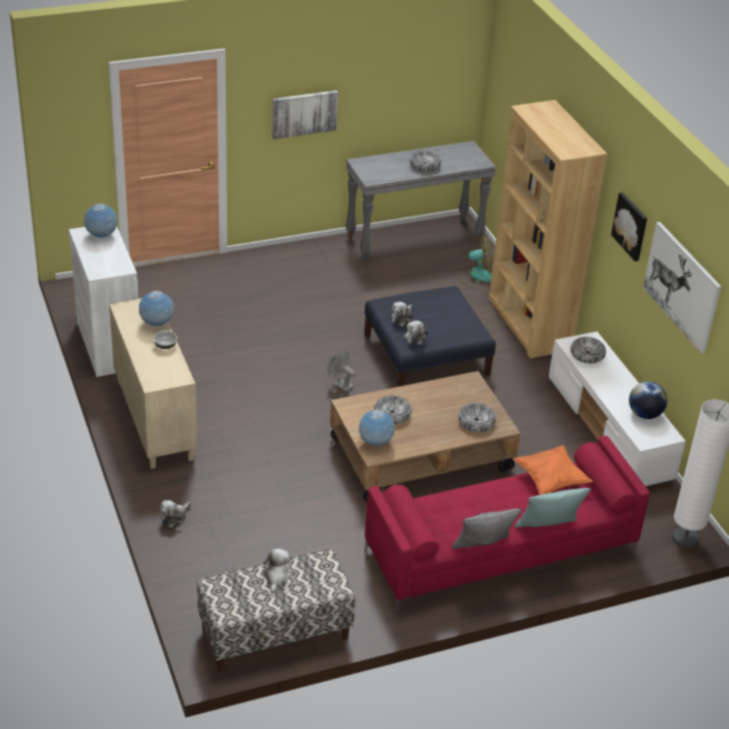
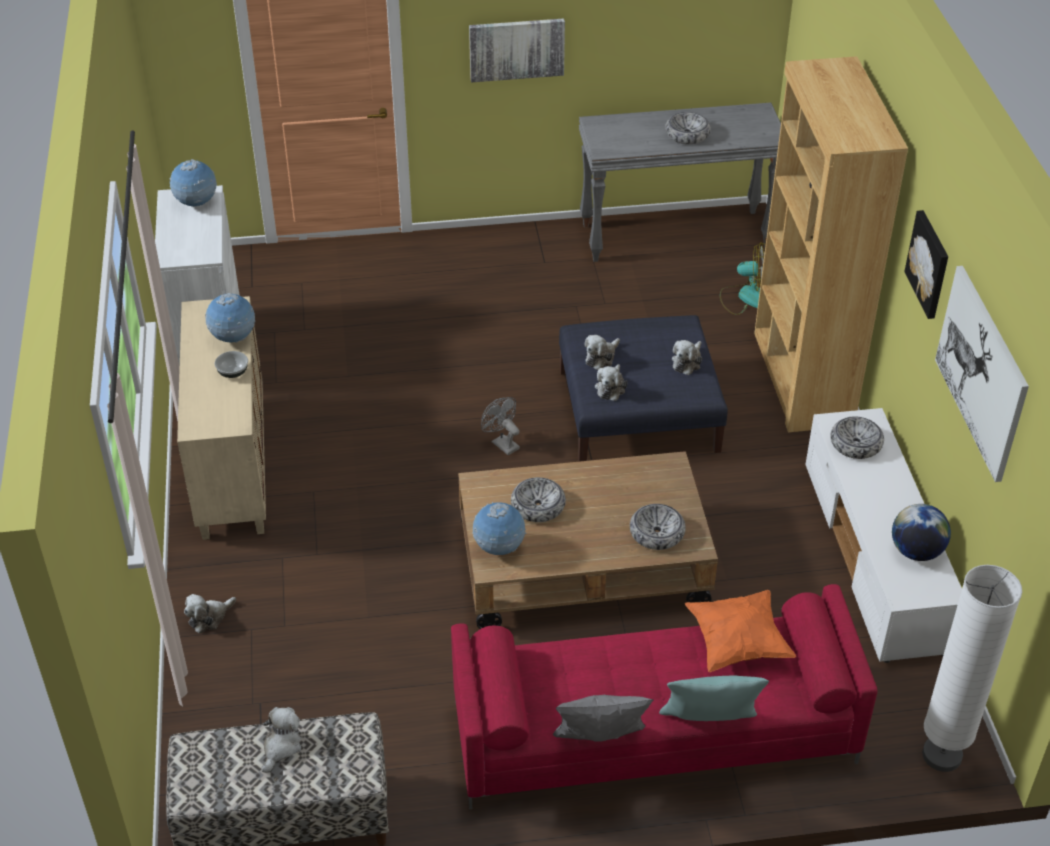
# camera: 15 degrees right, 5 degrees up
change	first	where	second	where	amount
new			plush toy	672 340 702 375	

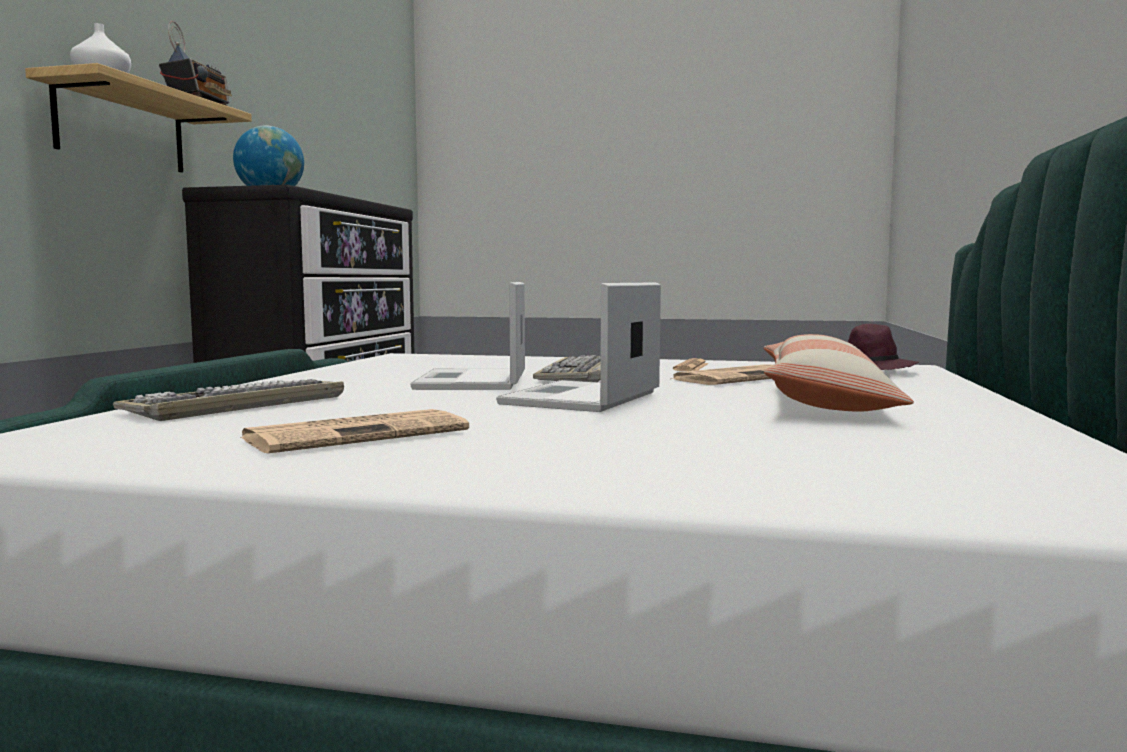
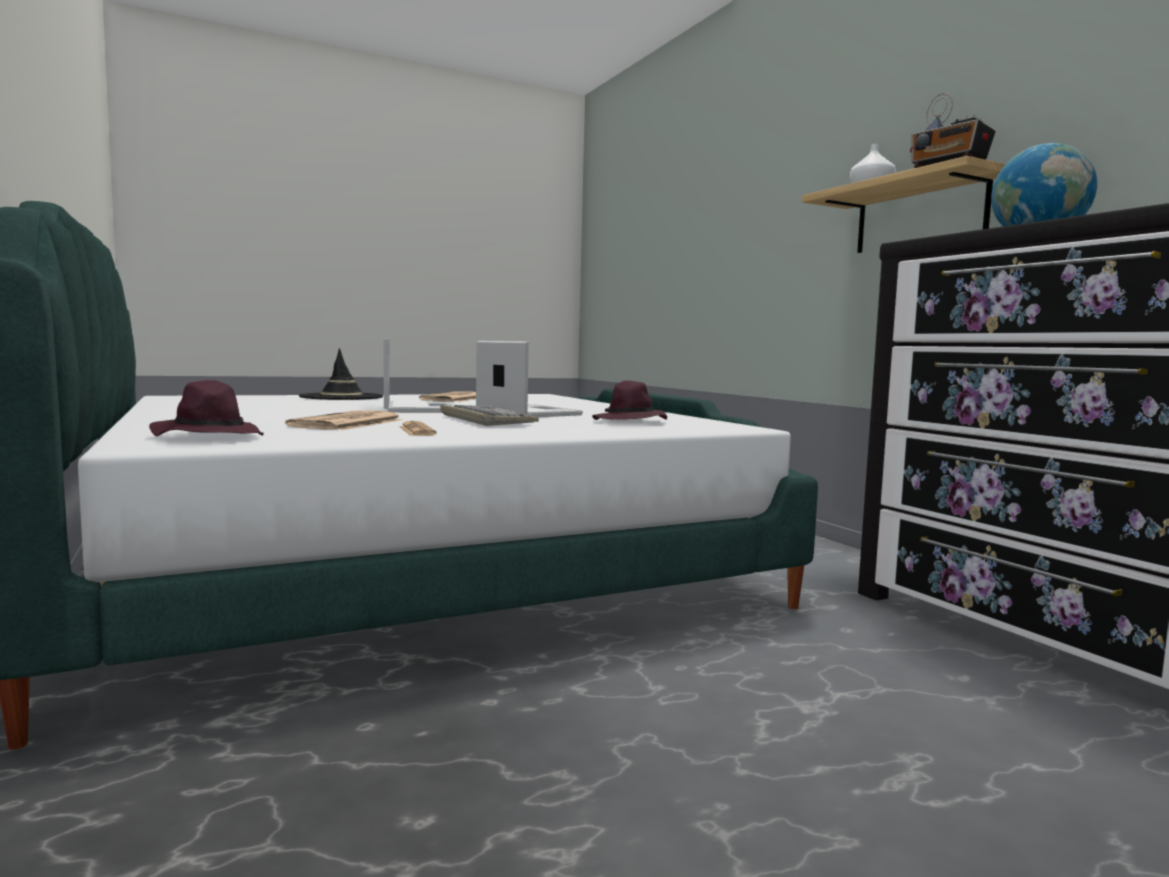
# camera: 140 degrees right, 0 degrees up
change	first	where	second	where	amount
new			hat (black)	299 348 383 400	
new			hat (purple)	592 380 667 420	
gone	keyboard	113 379 344 421			
gone	pillow	764 334 914 412			

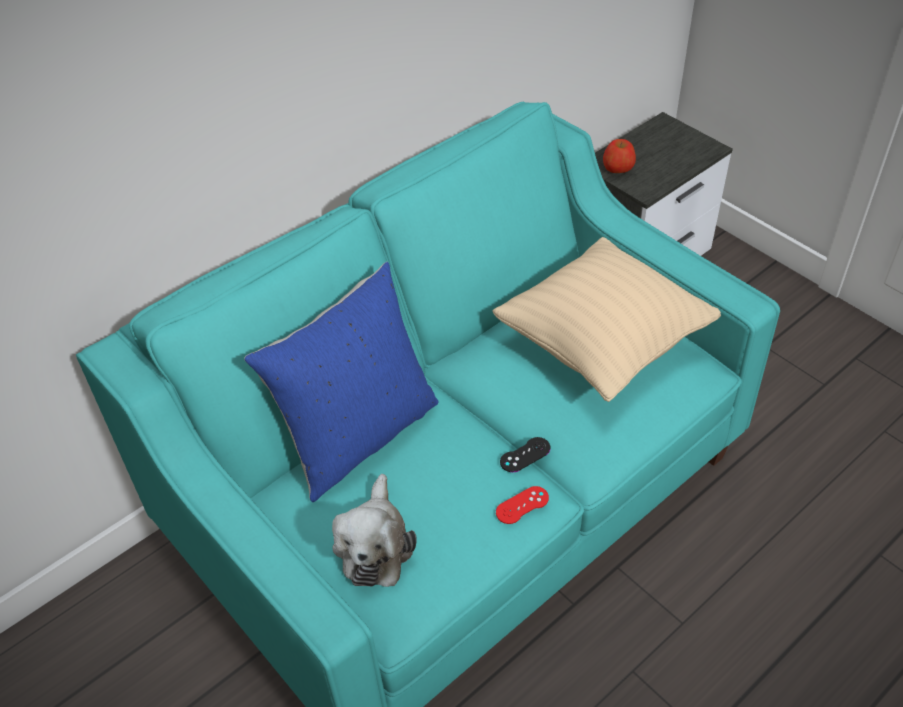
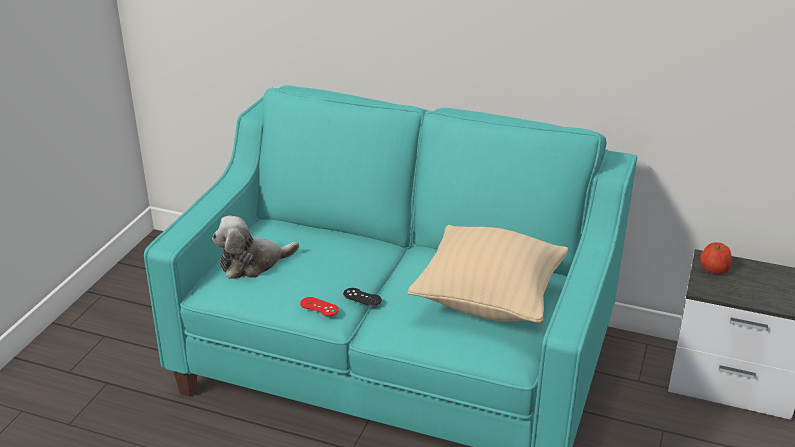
# camera: 60 degrees right, 15 degrees down
change	first	where	second	where	amount
gone	pillow (blue)	244 262 438 502			

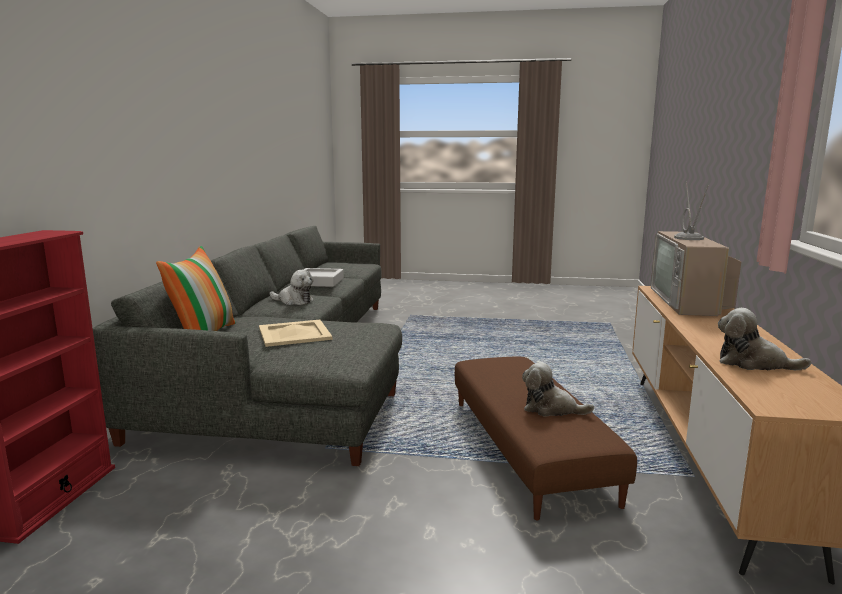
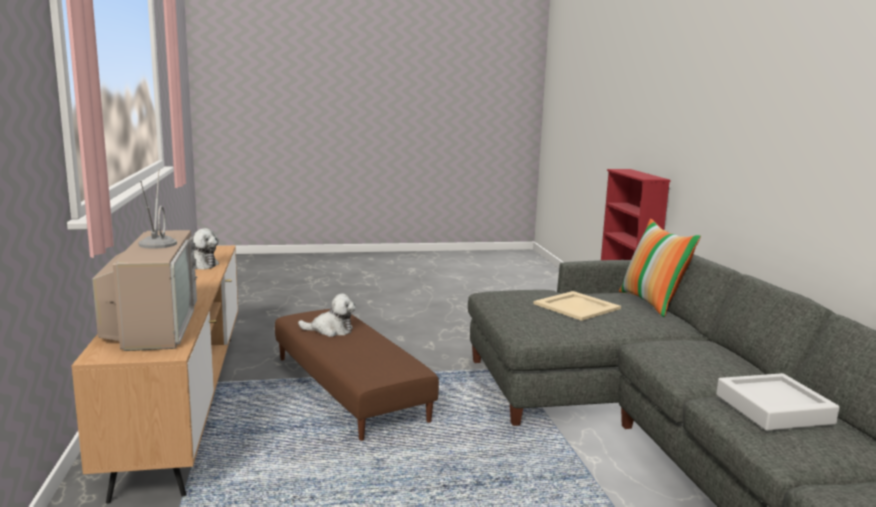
# camera: 160 degrees right, 0 degrees up
change	first	where	second	where	amount
gone	plush toy	270 270 314 305			

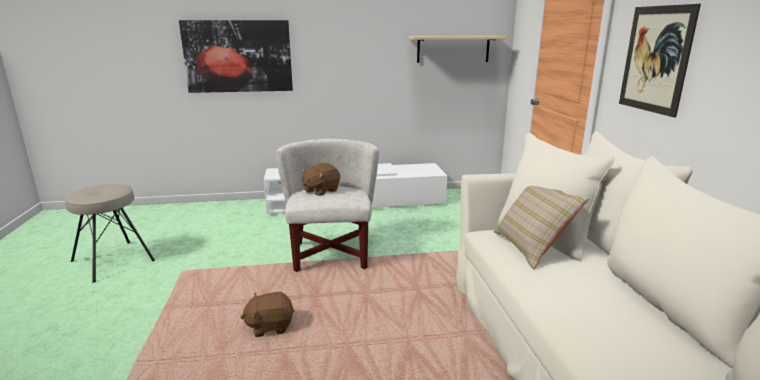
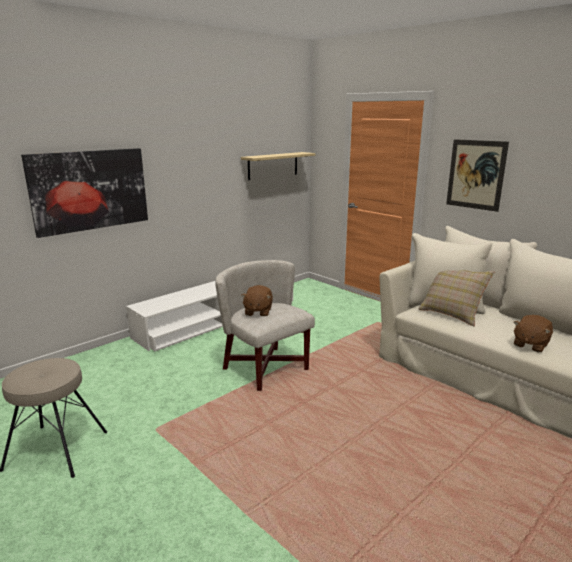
# camera: 35 degrees left, 0 degrees up
change	first	where	second	where	amount
shifted	plush toy (brown)	240 292 294 337		513 315 553 352	

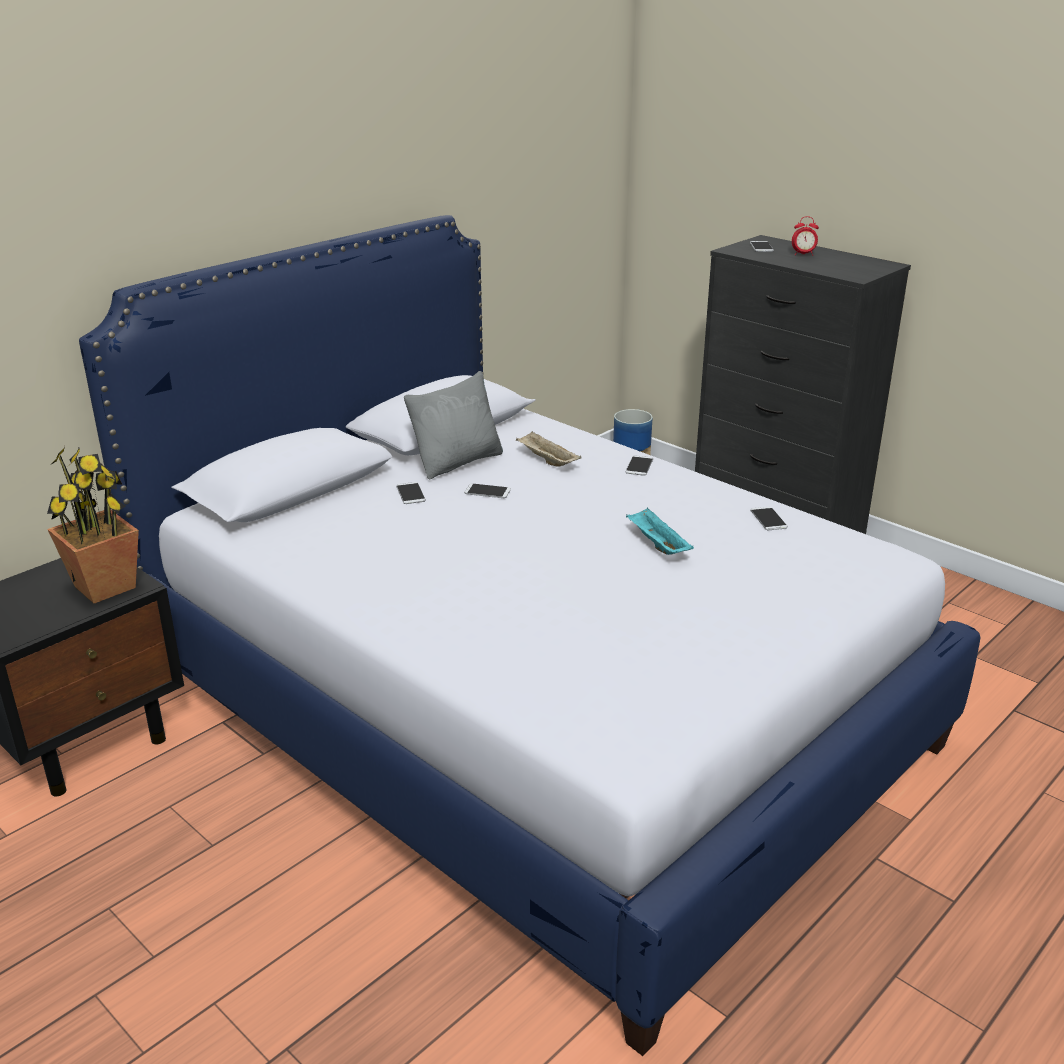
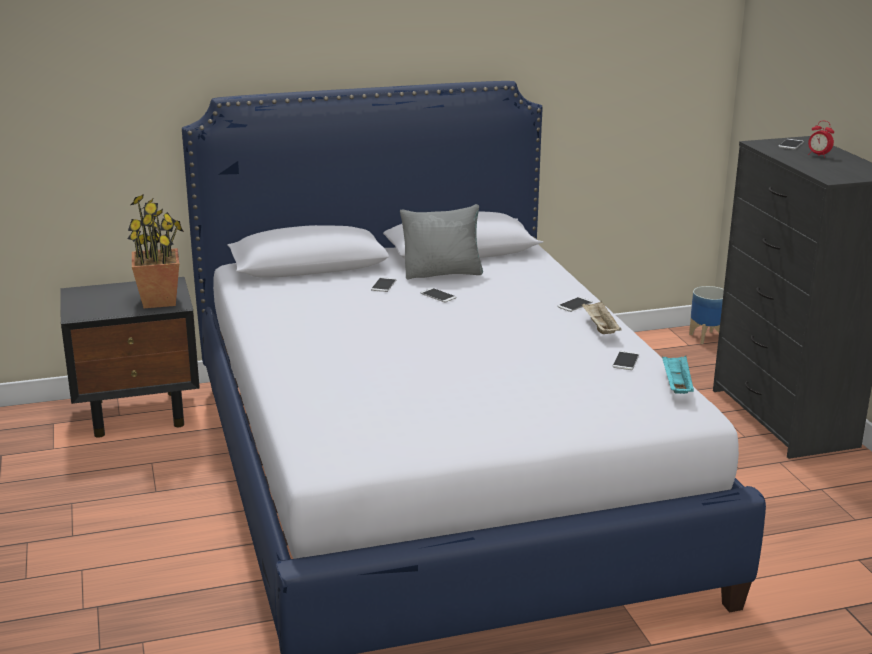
# camera: 30 degrees right, 5 degrees down
change	first	where	second	where	amount
shifted	tray (beige)	516 431 582 467		582 301 621 334	
shifted	tray (turquoise)	626 508 694 555		662 355 694 394	

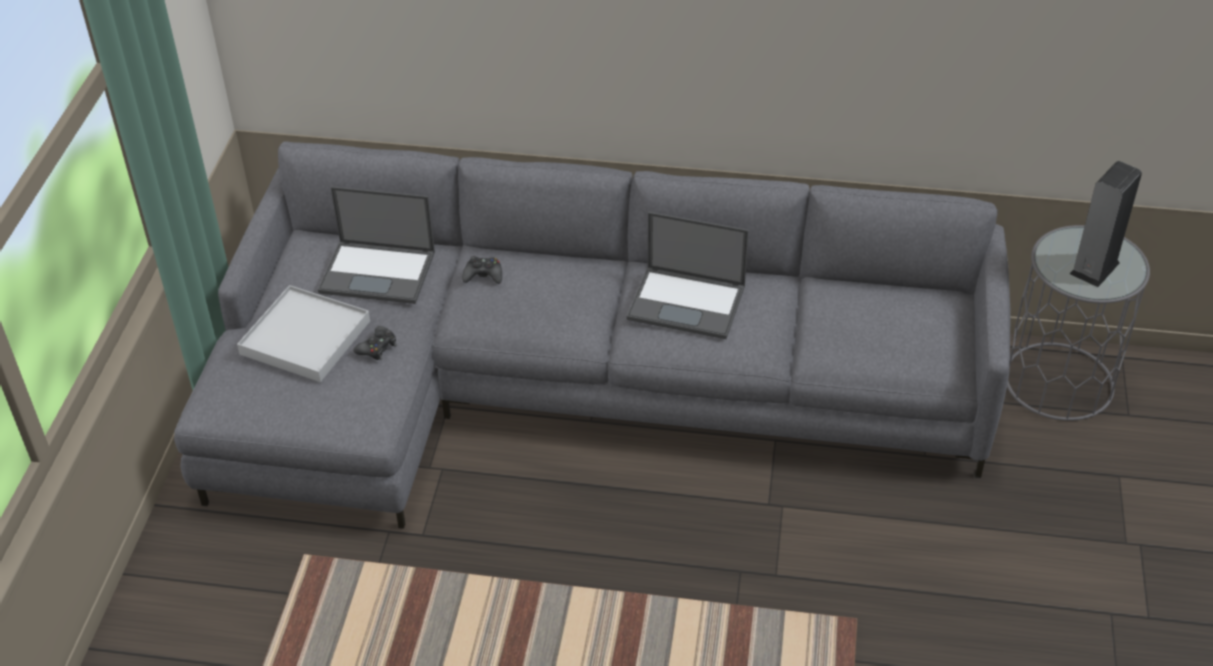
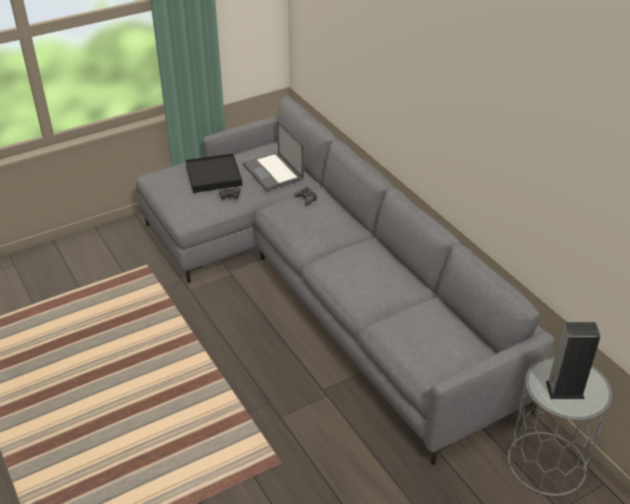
# camera: 50 degrees right, 5 degrees down
change	first	where	second	where	amount
repainted	tray (white)	237 285 370 382	tray (black)	186 153 242 193	
gone	laptop	627 212 748 339			

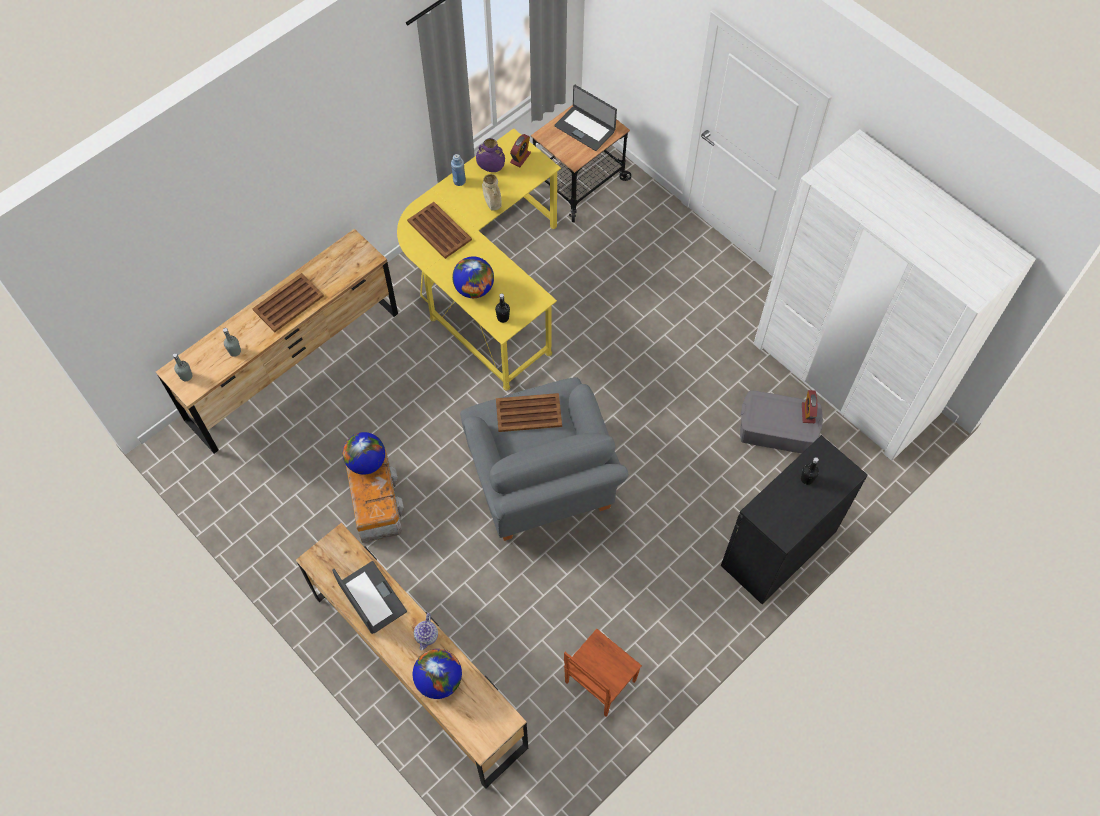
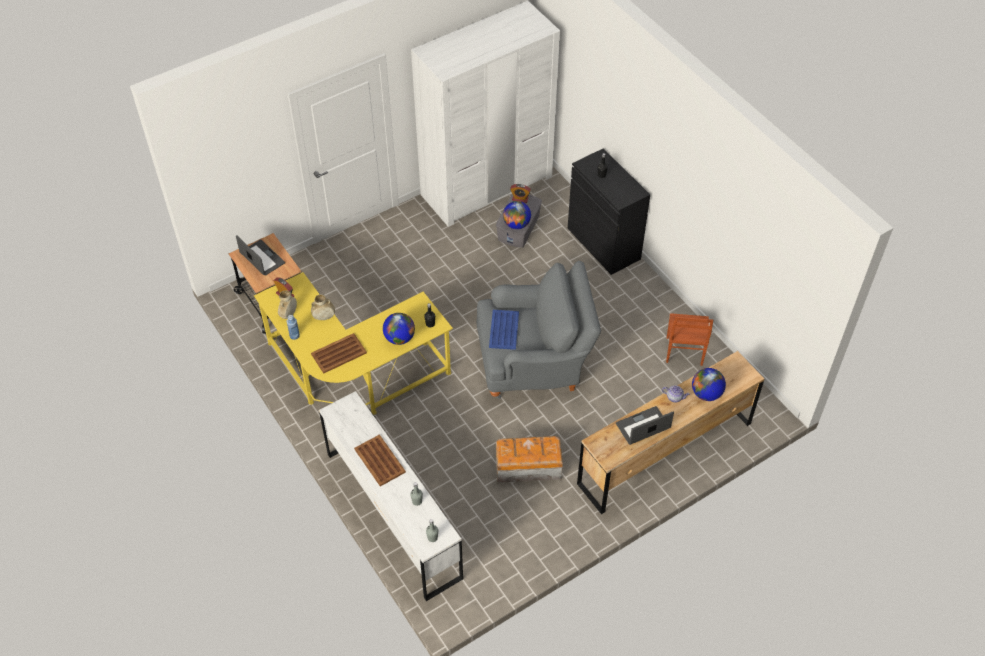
# camera: 80 degrees left, 10 degrees down
change	first	where	second	where	amount
rotated	laptop	554 85 617 151		236 235 285 276	90 degrees counterclockwise
repainted	vase (purple)	476 138 505 172	vase (beige)	278 290 297 319	
repainted	dresser (brown)	156 229 398 454	dresser (white)	319 391 463 601	
repainted	tray (brown)	496 393 562 432	tray (blue)	489 310 519 350	
shifted	globe	342 432 385 475		503 201 531 229	
rotated	chair (brown)	564 629 642 717		666 313 713 366	45 degrees clockwise

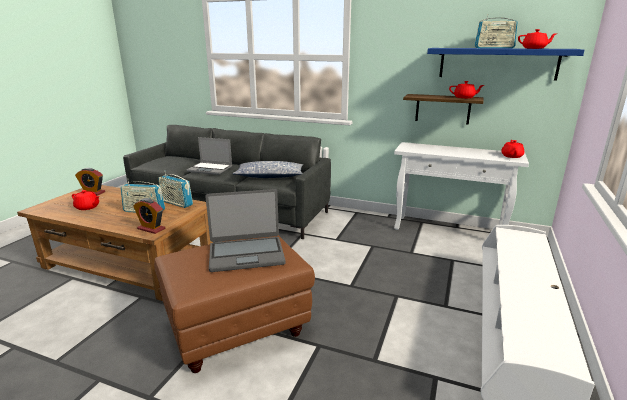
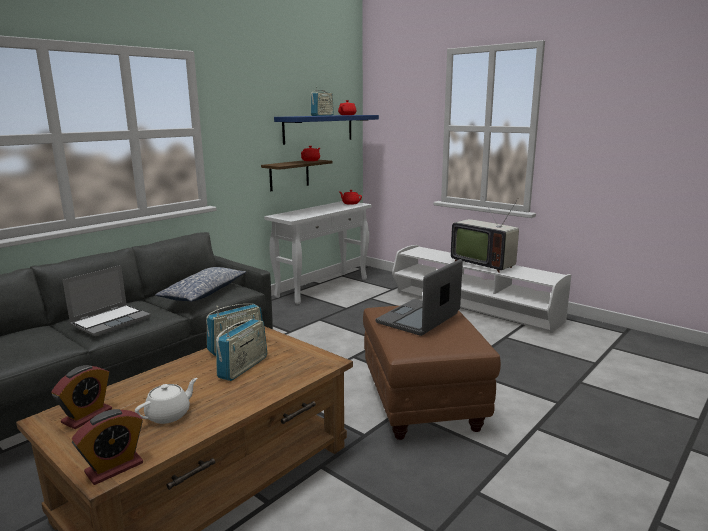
# camera: 70 degrees left, 5 degrees down
change	first	where	second	where	amount
shifted	alarm clock	133 198 165 234		72 409 143 485	
repainted	teapot (red)	72 190 100 210	teapot (white)	135 378 198 424	
rotated	laptop	205 189 286 272		376 259 463 336	150 degrees counterclockwise
new			television	451 197 519 273	

